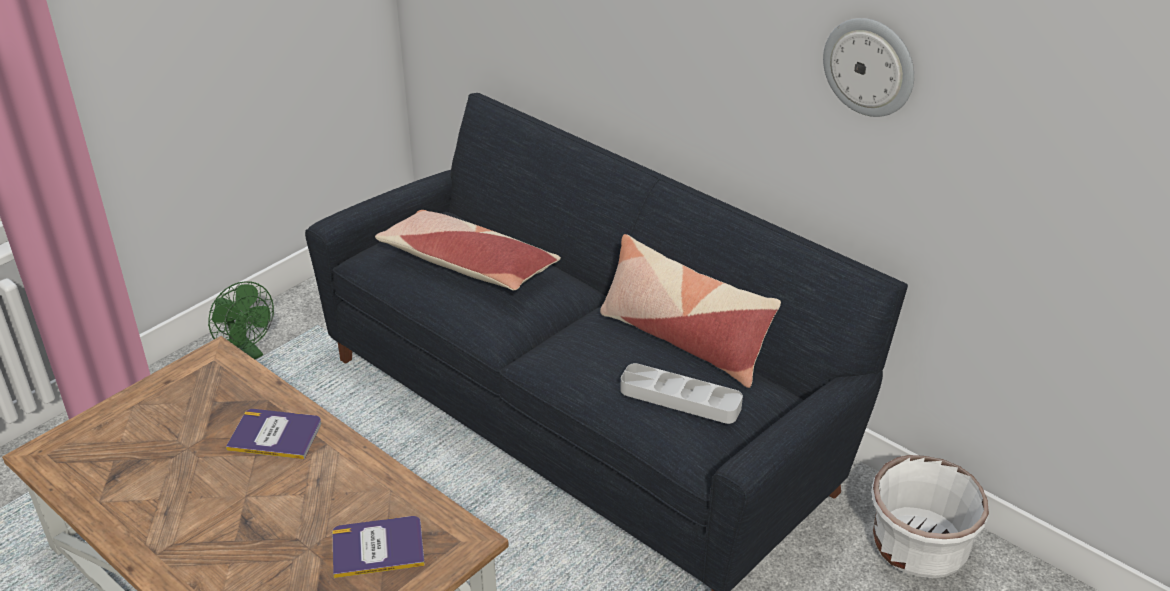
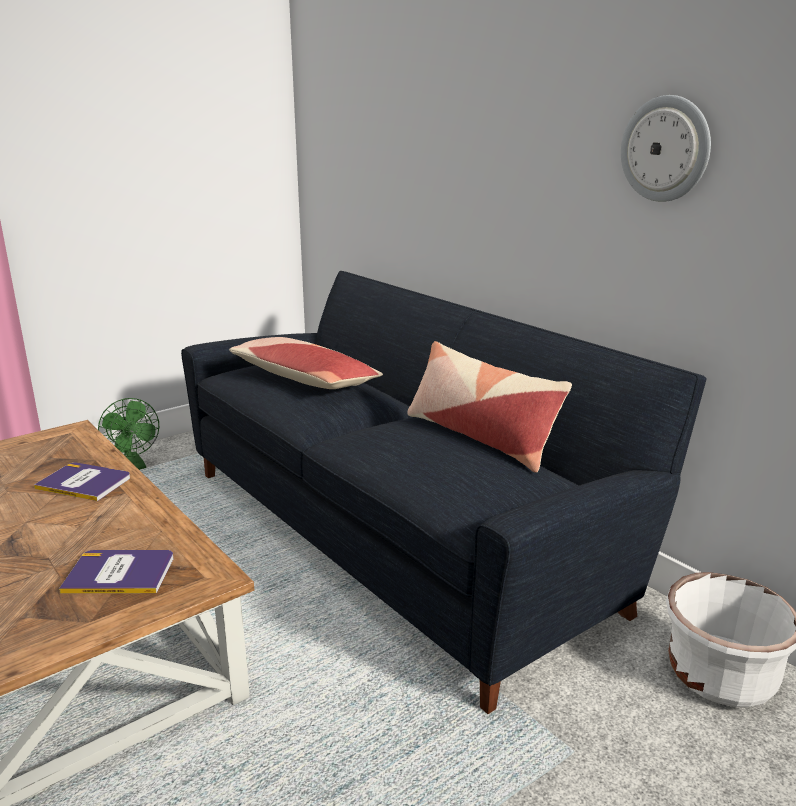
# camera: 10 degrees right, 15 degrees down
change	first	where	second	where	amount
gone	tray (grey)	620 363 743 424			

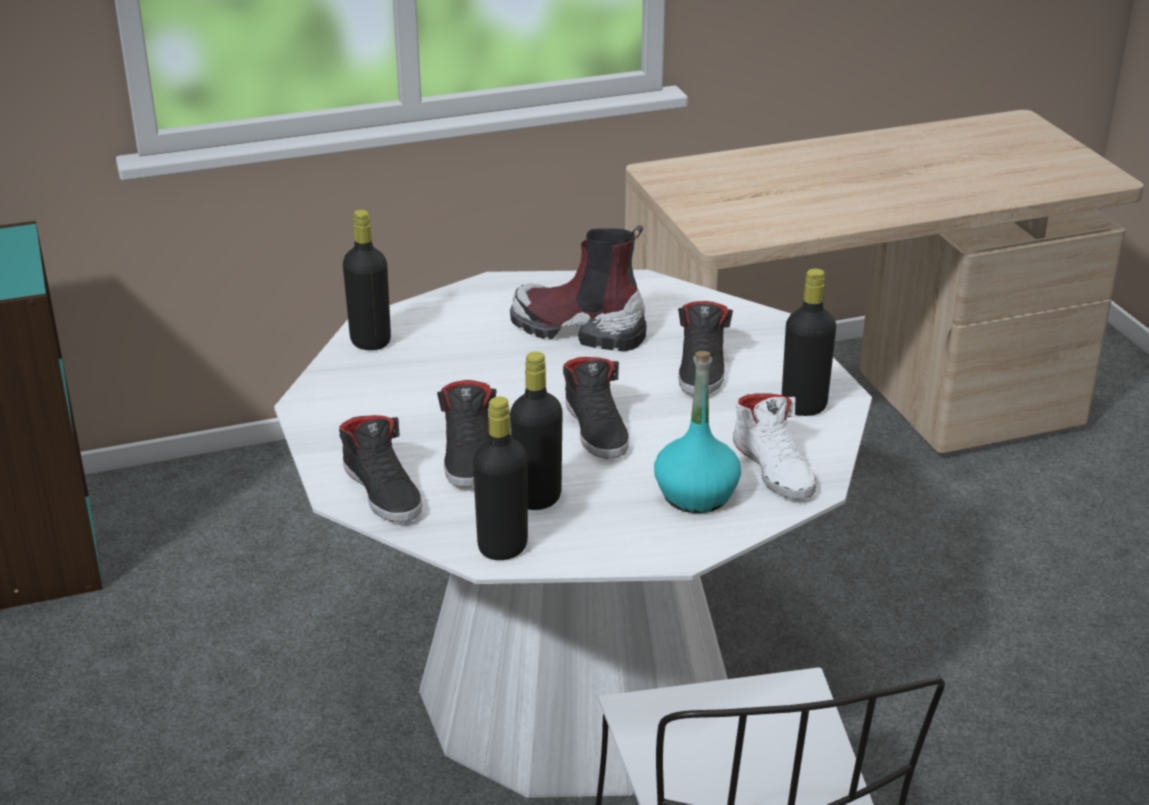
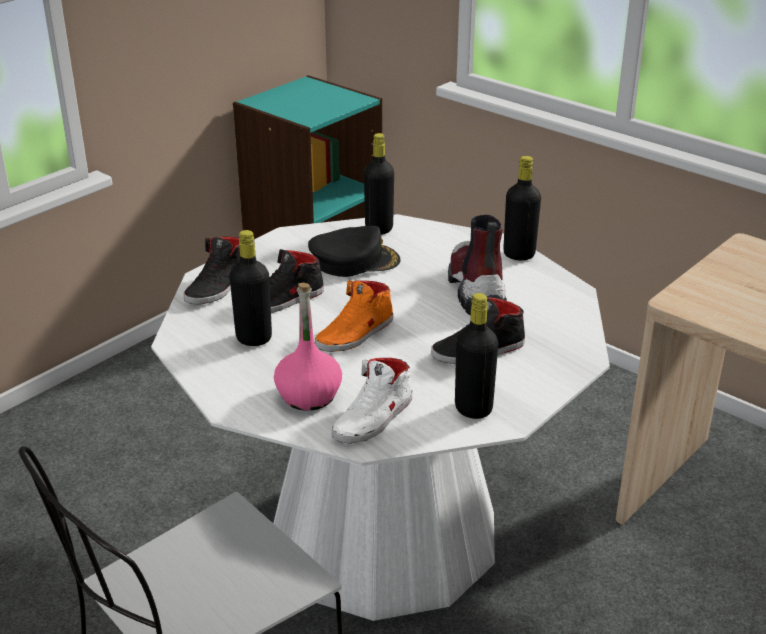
# camera: 60 degrees right, 0 degrees up
change	first	where	second	where	amount
repainted	bottle (turquoise)	654 351 741 513	bottle (pink)	274 283 342 411	
new			cap (black)	308 226 401 277	
repainted	shoe (black)	563 357 629 459	shoe (orange)	315 280 393 352	
shifted	bottle (black)	473 396 528 560		503 156 541 260	

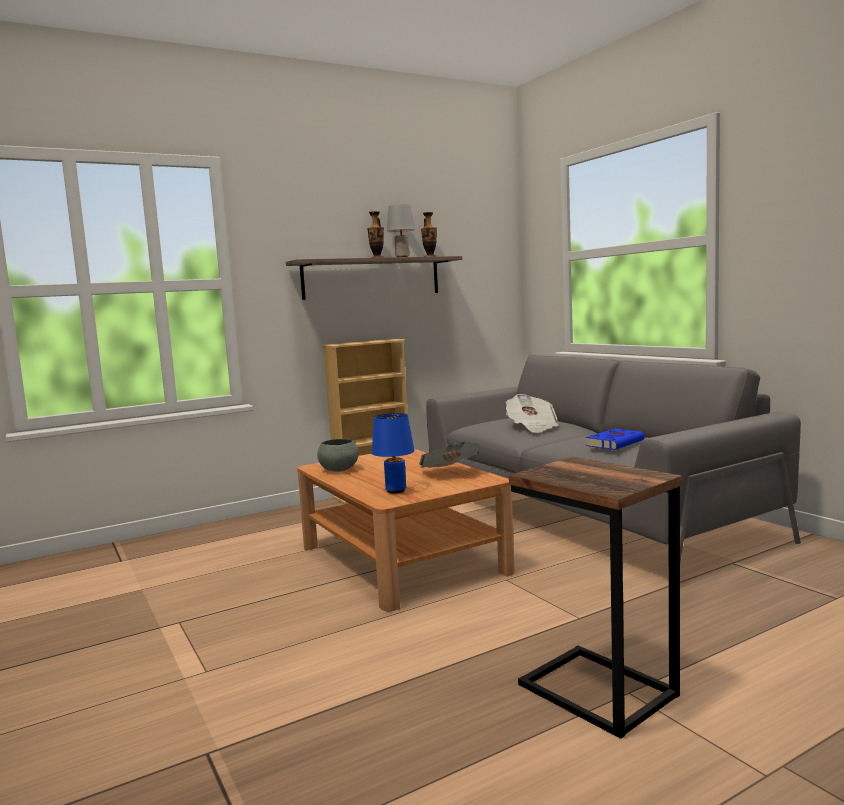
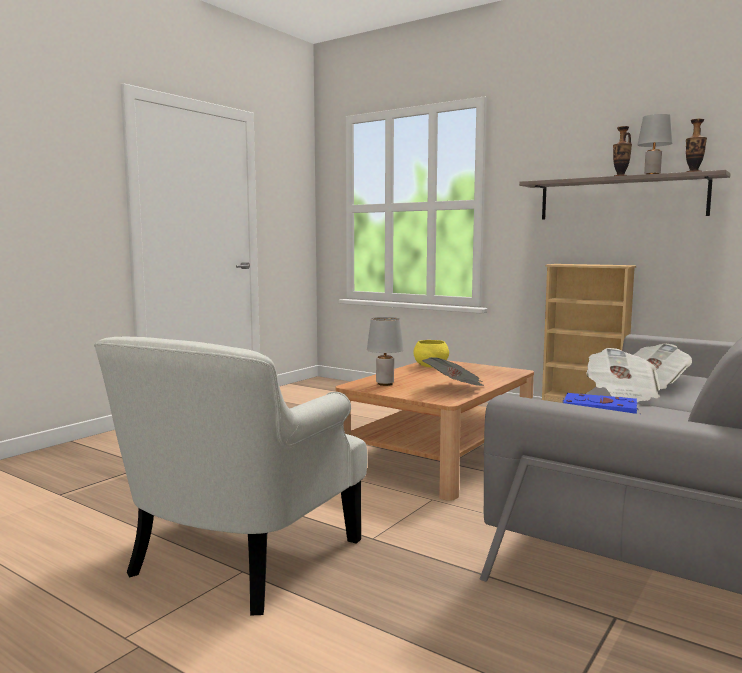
# camera: 65 degrees right, 0 degrees up
change	first	where	second	where	amount
swapped	side table	509 457 682 739	armchair (white)	94 337 368 615	
repainted	table lamp (blue)	372 413 414 494	table lamp (grey)	367 317 404 386	
repainted	bowl (grey)	317 439 359 472	bowl (yellow)	413 340 449 368	
new			newspaper	586 348 660 402	

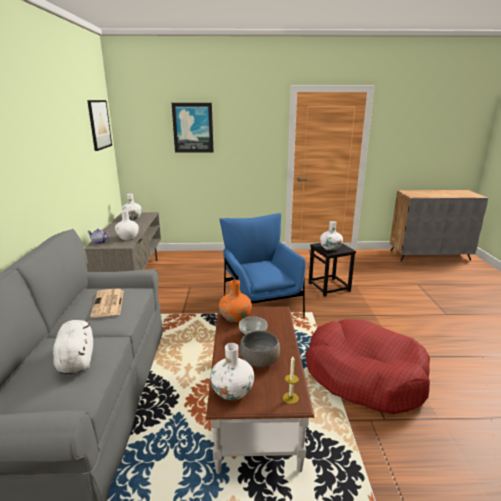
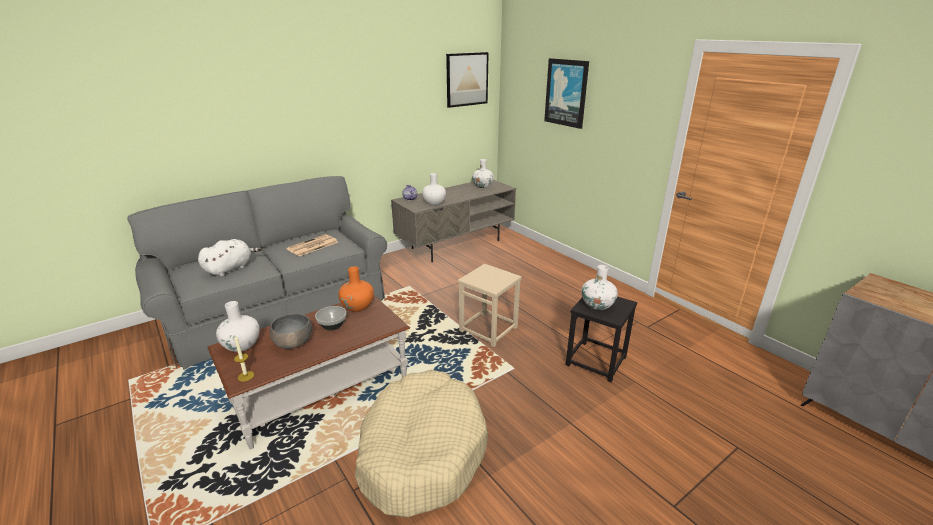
# camera: 55 degrees right, 5 degrees up
change	first	where	second	where	amount
repainted	dog bed (red)	306 319 430 414	dog bed (beige)	355 370 488 518	
swapped	armchair (blue)	220 213 306 318	stool (beige)	458 264 522 347	

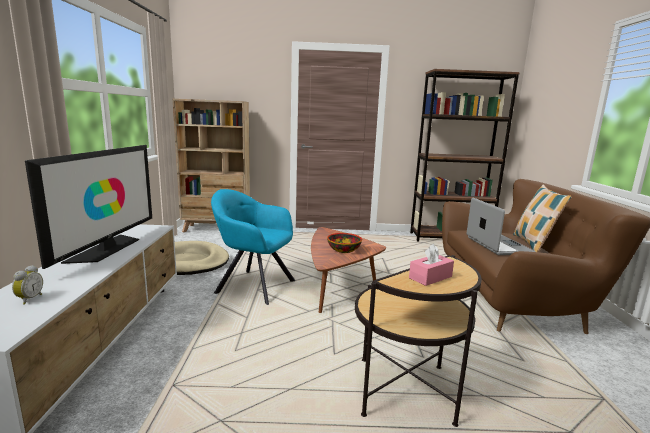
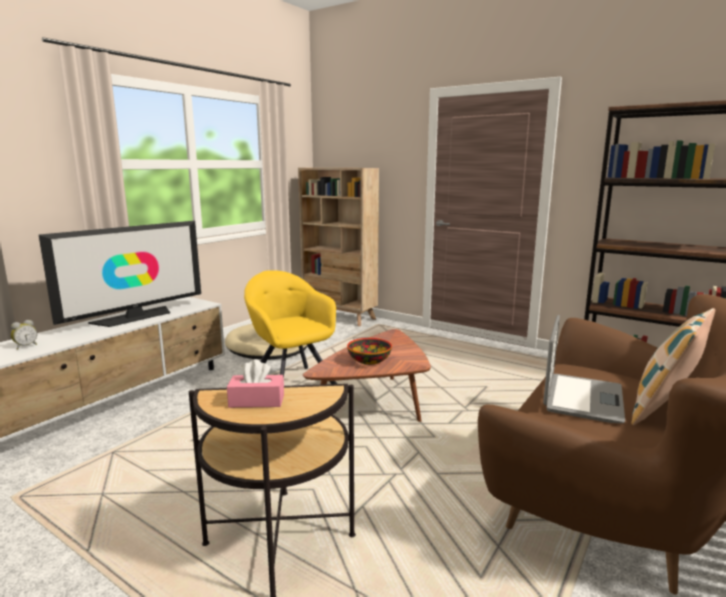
# camera: 35 degrees right, 0 degrees up
change	first	where	second	where	amount
repainted	armchair (turquoise)	211 189 295 305	armchair (yellow)	244 270 337 384	

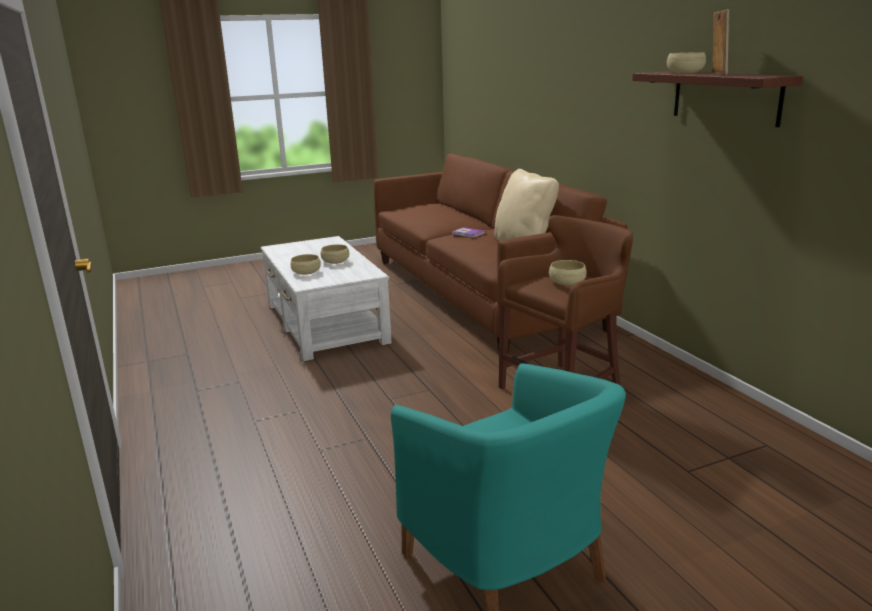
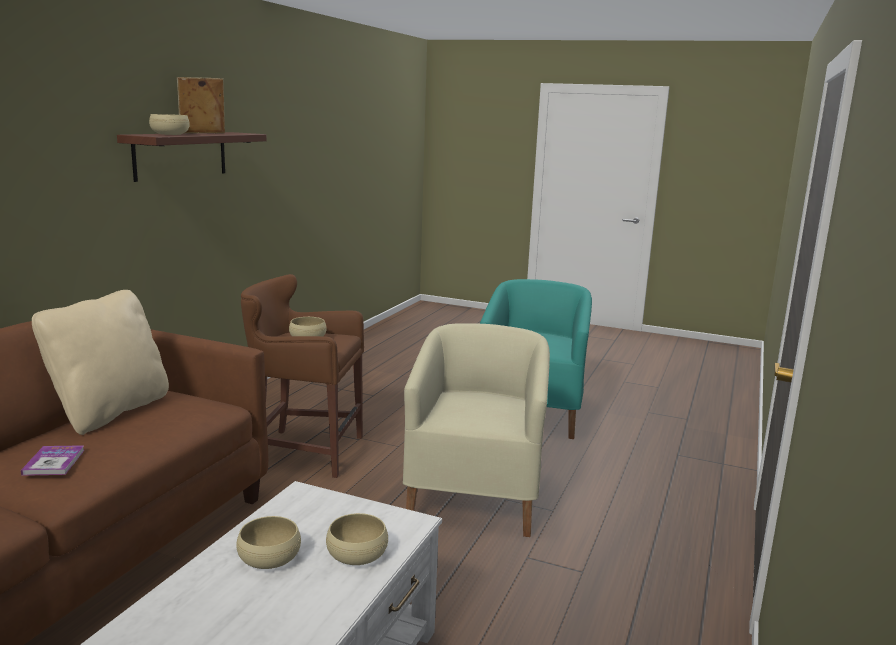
# camera: 135 degrees left, 5 degrees down
change	first	where	second	where	amount
new			armchair (beige)	403 323 550 537	

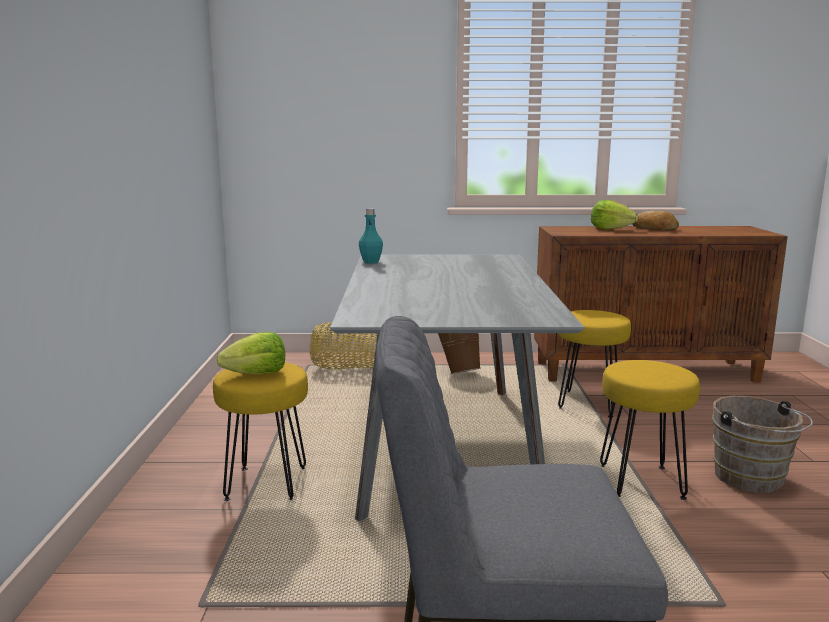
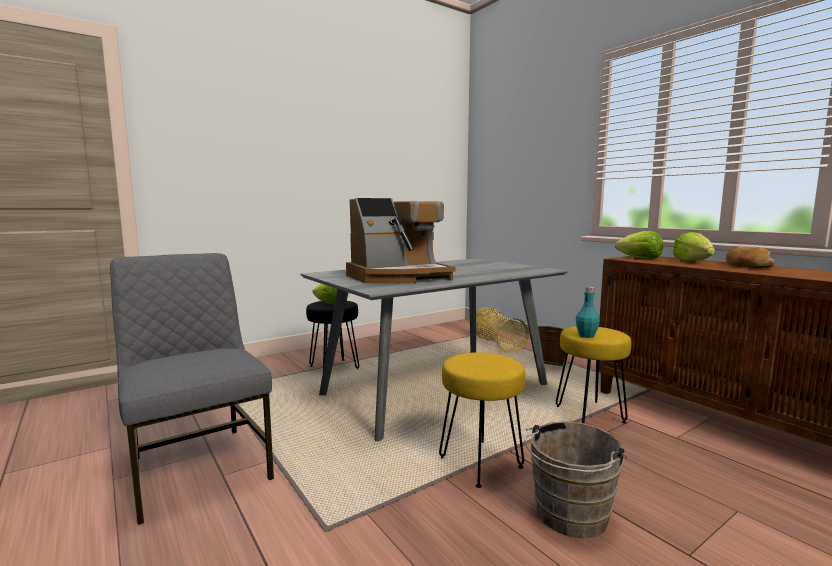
# camera: 55 degrees right, 5 degrees down
change	first	where	second	where	amount
repainted	stool (yellow)	213 362 308 501	stool (black)	306 301 359 369	
new			coffee machine	346 198 455 284	
shifted	bottle (turquoise)	359 209 383 263		576 286 600 338	
new			lettuce	615 231 663 259	

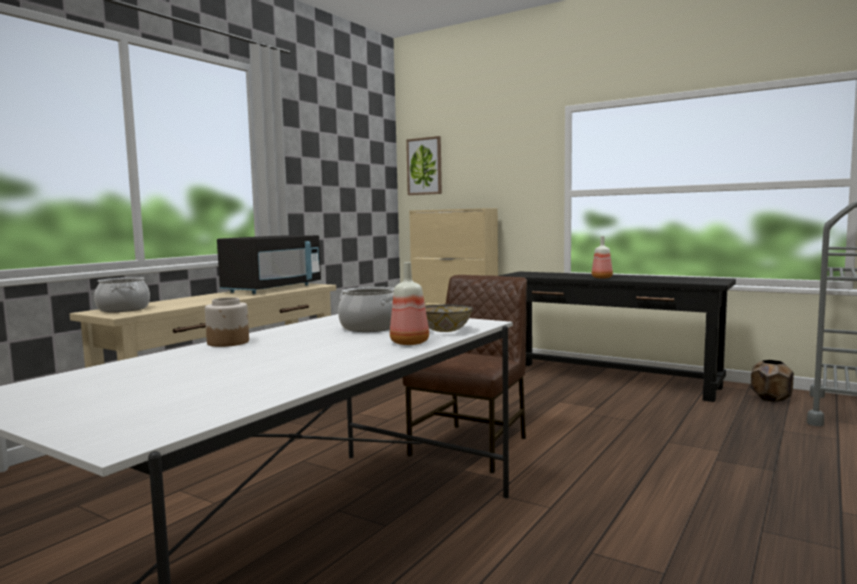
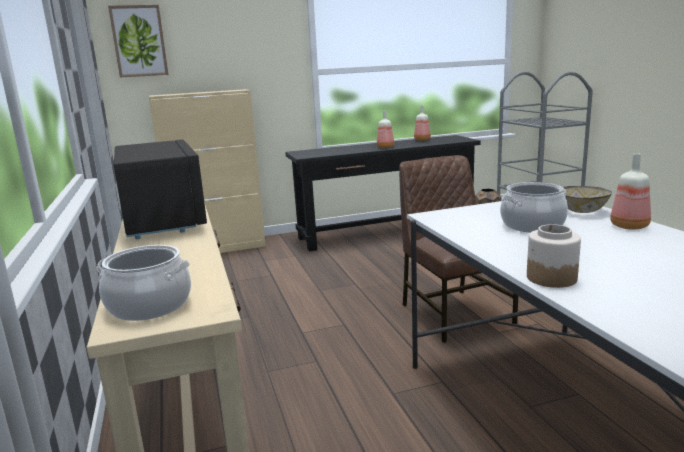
# camera: 50 degrees left, 10 degrees up
change	first	where	second	where	amount
new			bottle	414 105 431 141	

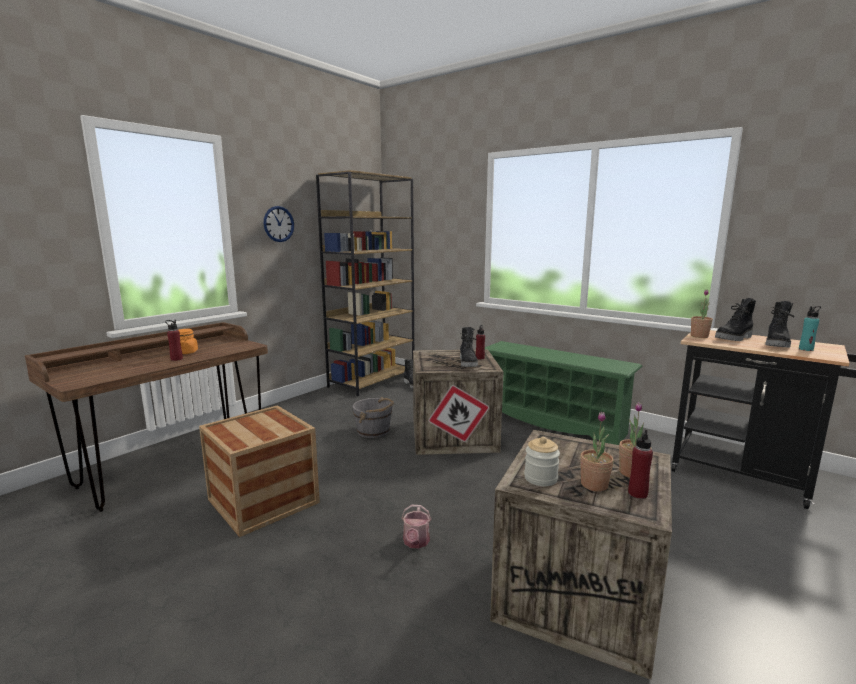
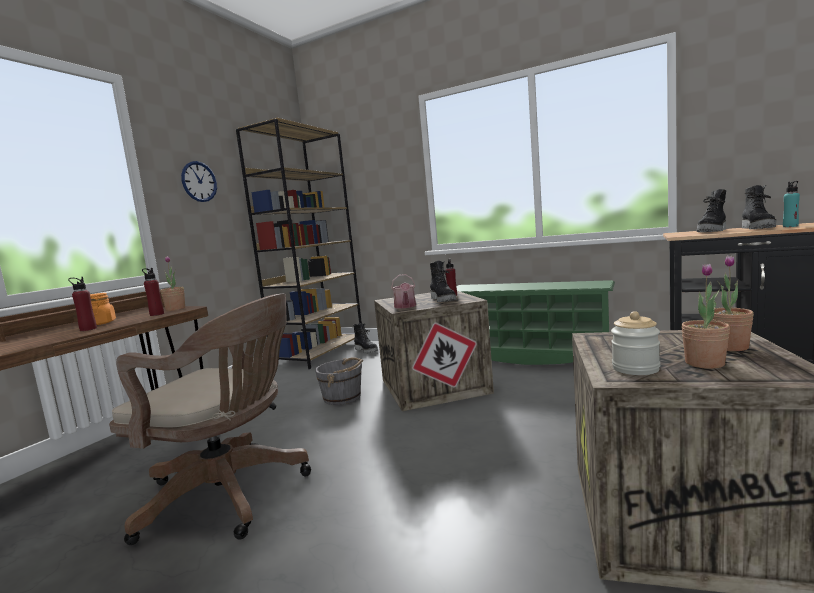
# camera: 10 degrees left, 5 degrees down
change	first	where	second	where	amount
swapped	crate	199 405 320 537	office chair (brown)	109 294 311 545	
shifted	bottle (red)	628 430 653 499		142 268 164 316	
shifted	potted plant	691 290 713 338		160 256 185 311	
shifted	watering can	401 505 431 549		391 274 416 309	

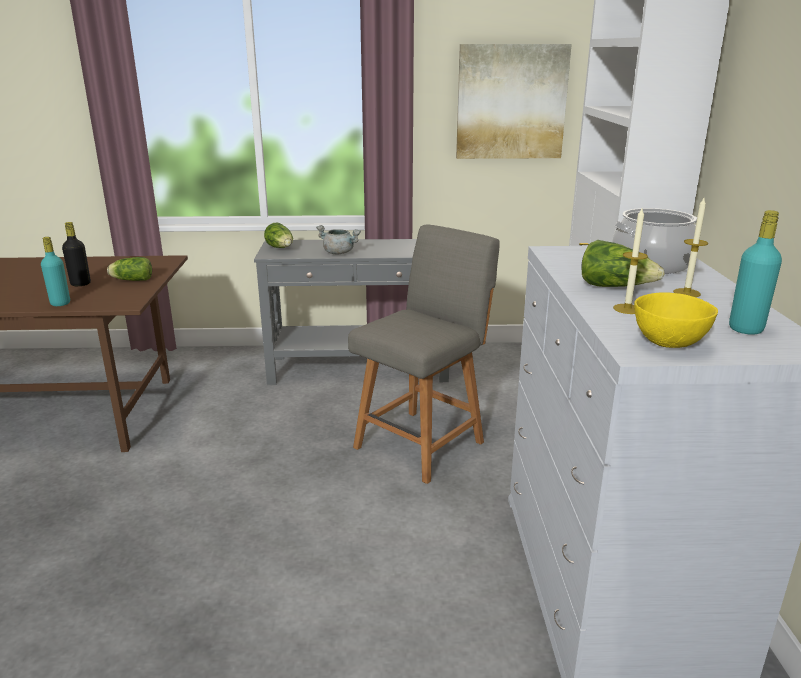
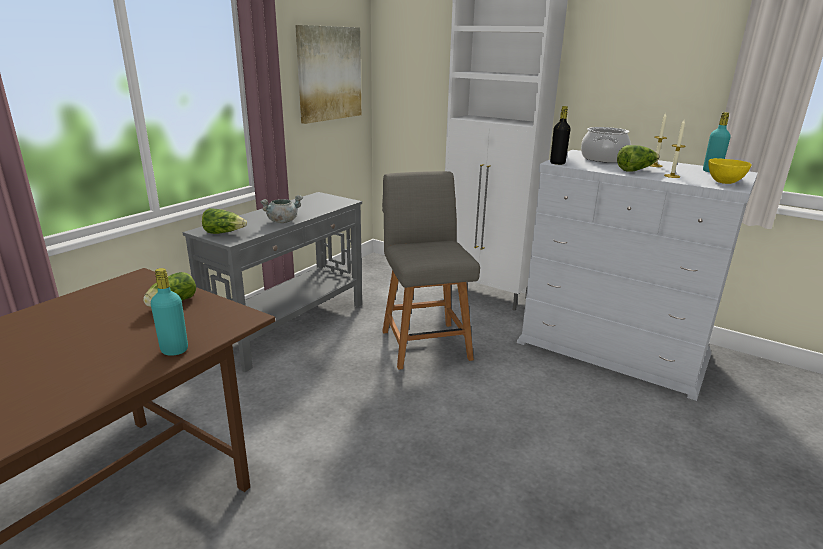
# camera: 55 degrees left, 0 degrees up
change	first	where	second	where	amount
shifted	bottle (black)	62 222 91 286		550 106 571 165	

